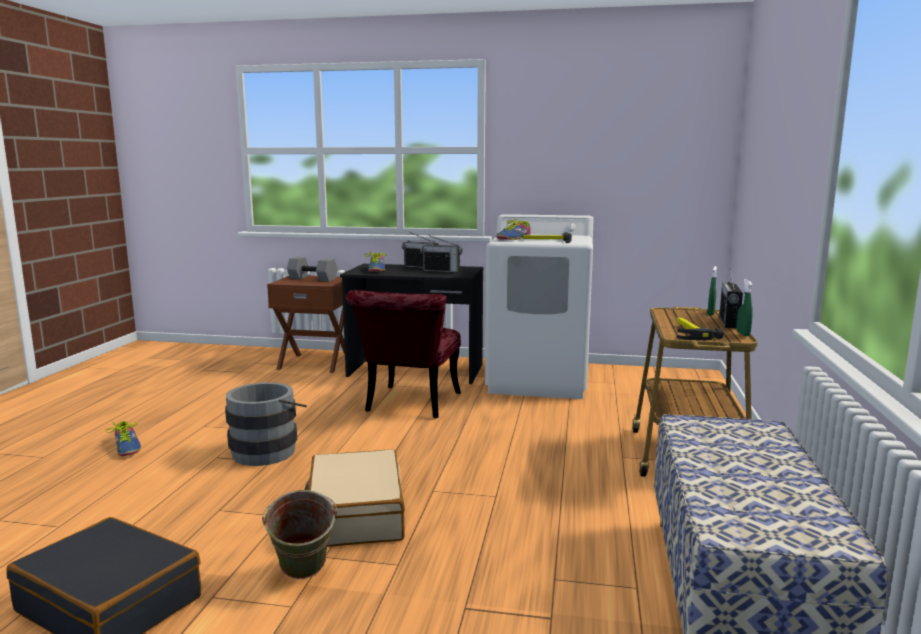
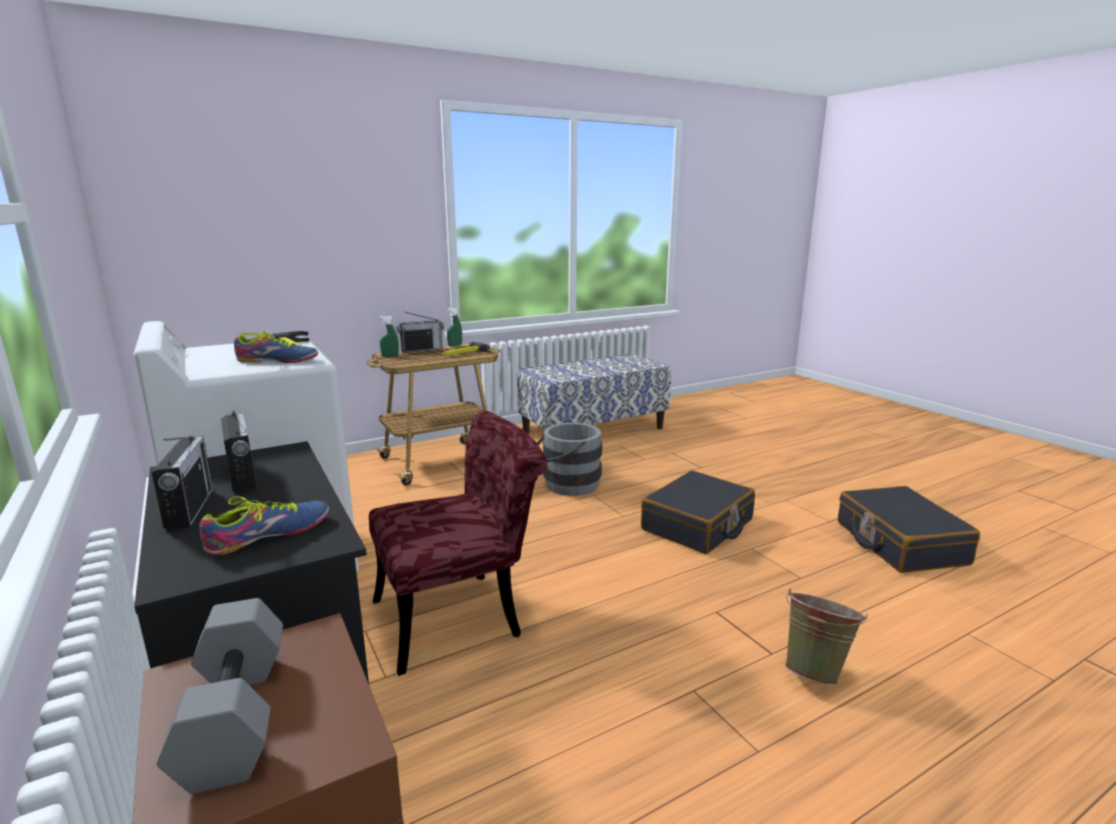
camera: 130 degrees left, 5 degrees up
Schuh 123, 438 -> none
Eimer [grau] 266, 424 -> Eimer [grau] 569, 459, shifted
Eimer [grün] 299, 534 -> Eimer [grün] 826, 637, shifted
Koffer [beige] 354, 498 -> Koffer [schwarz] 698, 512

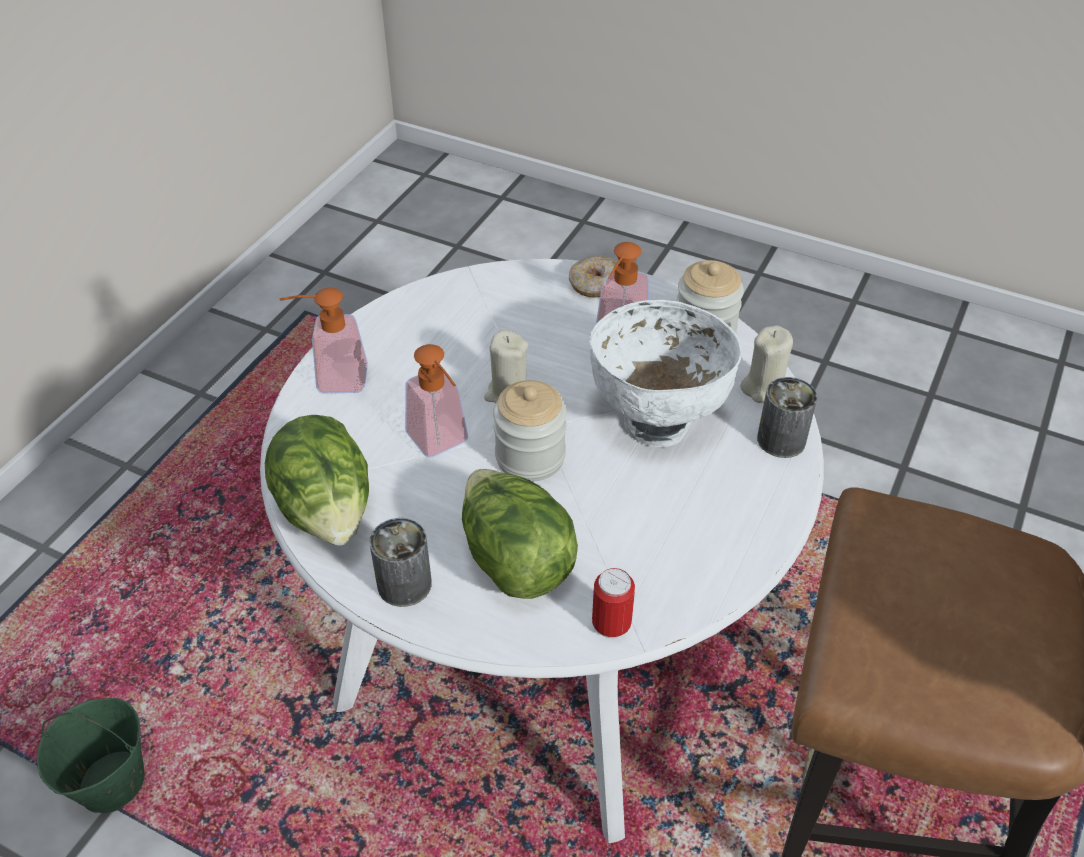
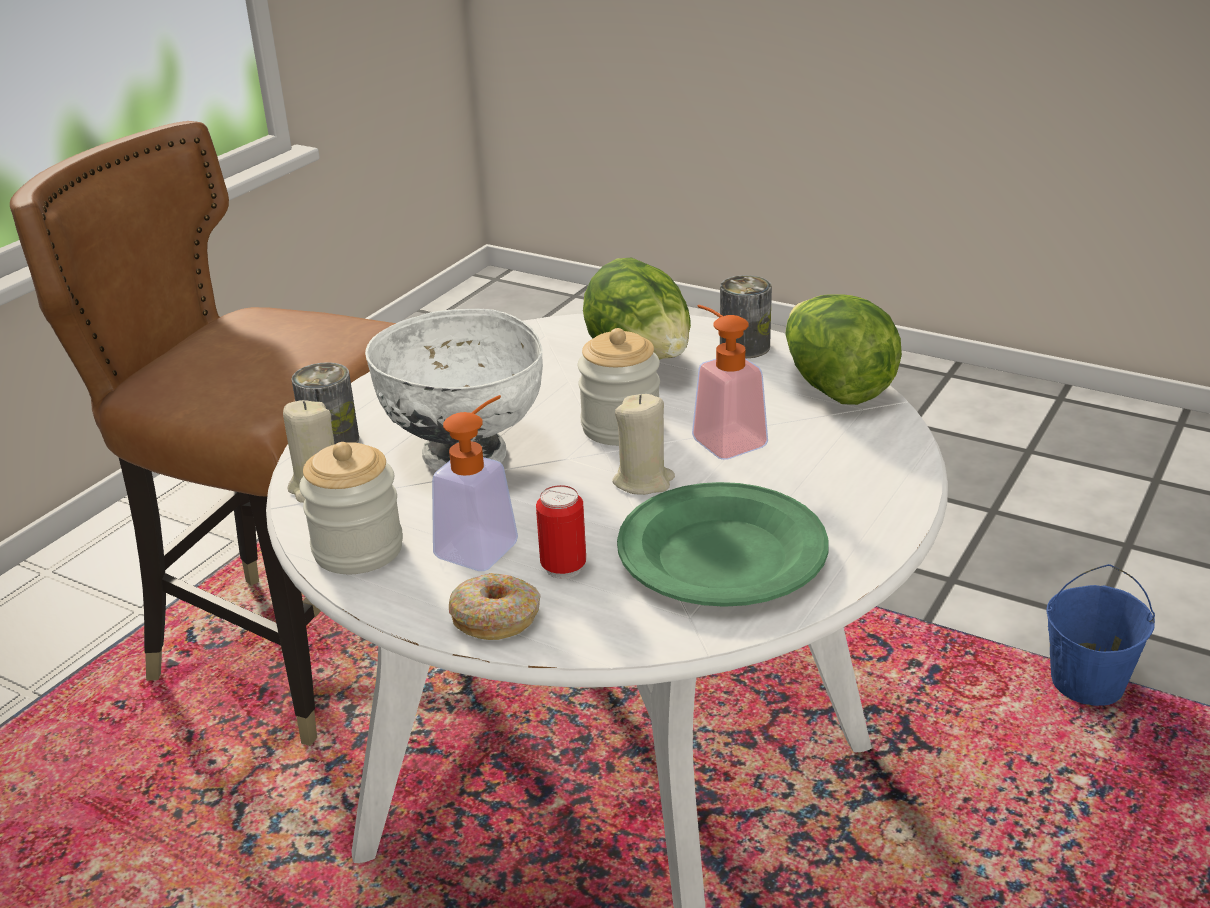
camera: 175 degrees left, 15 degrees down
Seifenspender 323, 340 -> none
none -> Teller [grün] 723, 544
Dose 613, 603 -> Dose 561, 532, shifted
Eimer [grün] 90, 755 -> Eimer [blau] 1101, 635

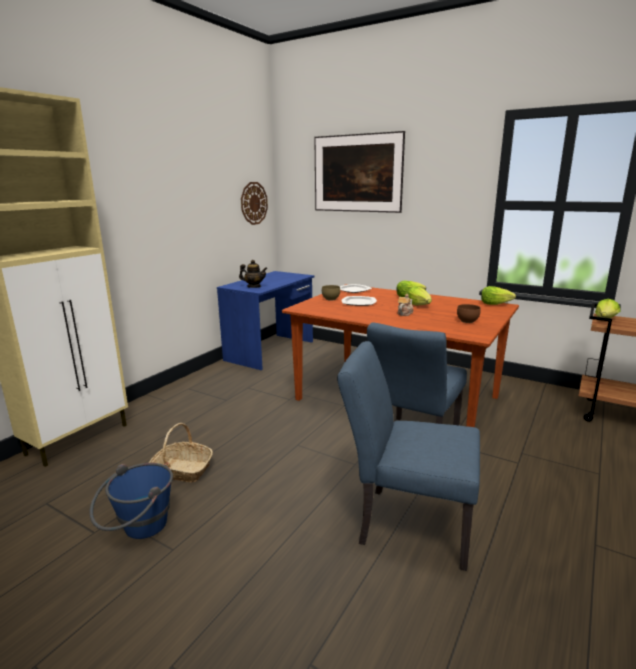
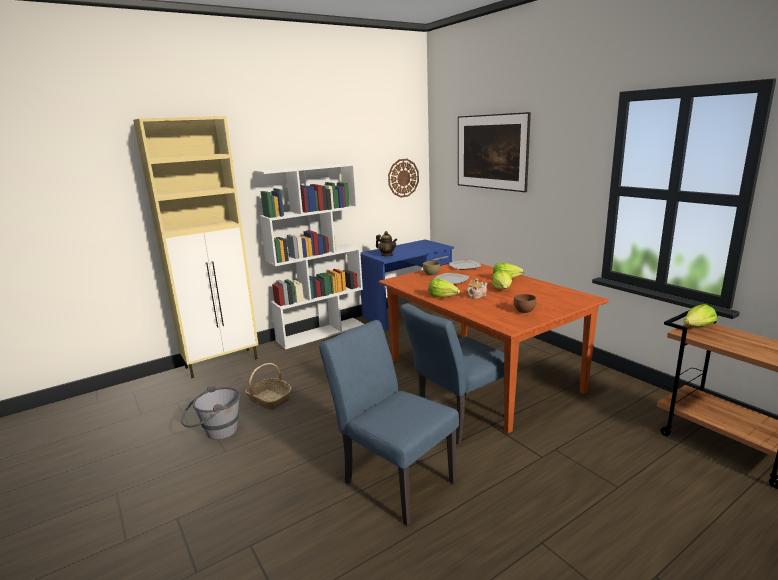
camera: 25 degrees right, 0 degrees up
none -> Bücherregal [weiß] 309, 256
Salatkopf 498, 295 -> Salatkopf 444, 288, shifted
Eimer [blau] 131, 501 -> Eimer [grau] 210, 412

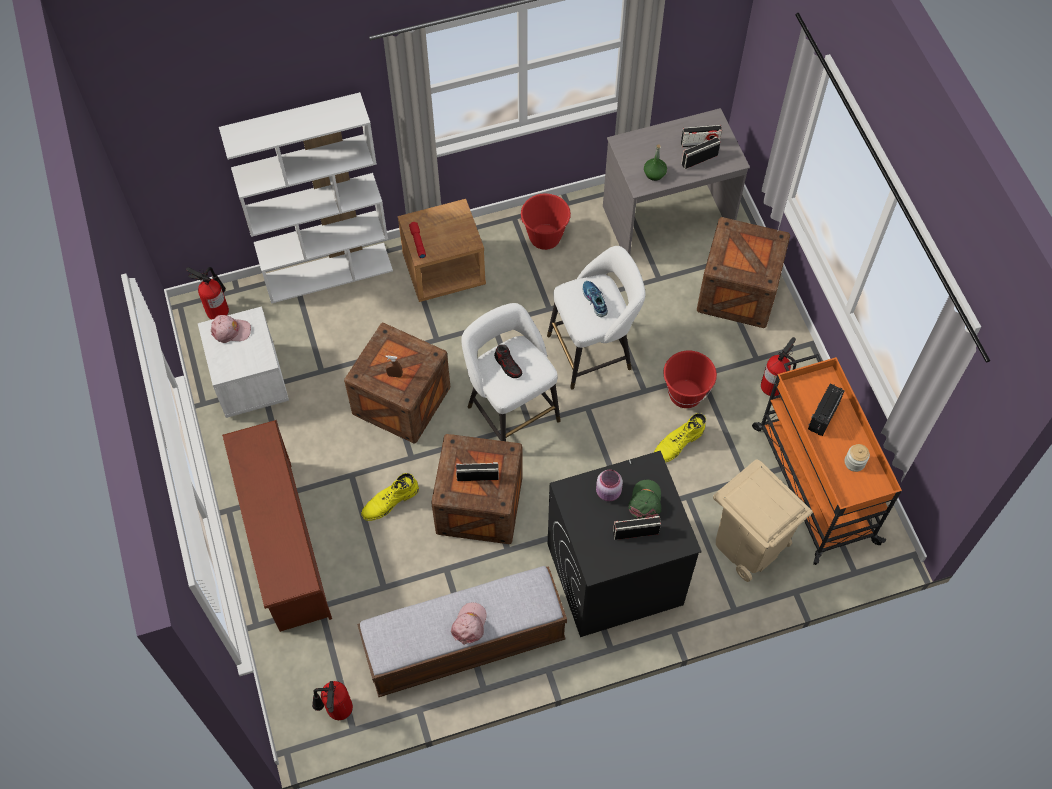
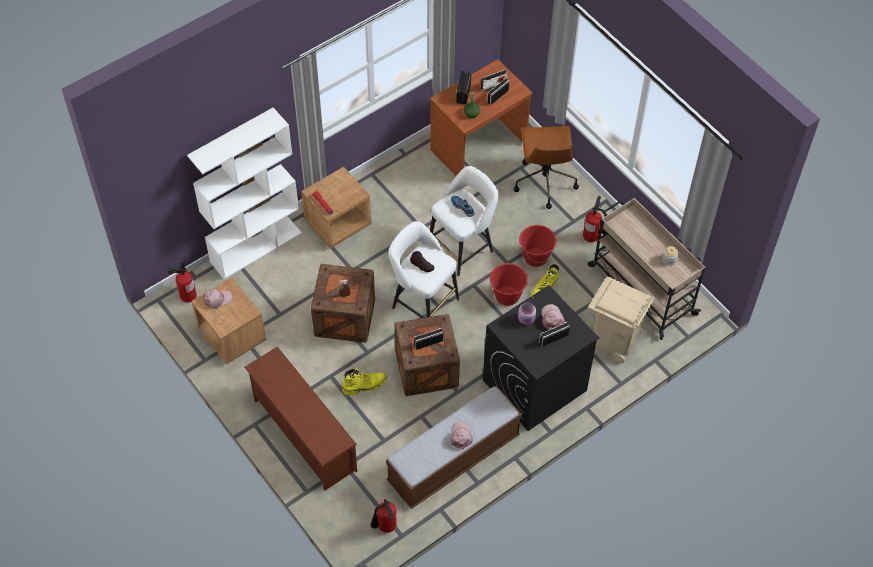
camera: 20 degrees left, 5 degrees down
Eimer [rot] 545, 221 -> Eimer [rot] 508, 284, shifted
Radio 826, 409 -> Radio 463, 88, shifted
Kiste 743, 272 -> Bürostuhl [braun] 546, 167
Nachttisch [weiß] 243, 362 -> Nachttisch [braun] 228, 320
Schreibtisch [grau] 676, 181 -> Schreibtisch [braun] 481, 118
Kappe [grün] 644, 499 -> Kappe [rosa] 553, 316
Rollwagen [orange] 827, 459 -> Rollwagen [beige] 647, 269
Stiefel [gelb] 390, 497 -> Stiefel [gelb] 364, 382, 150 degrees counterclockwise

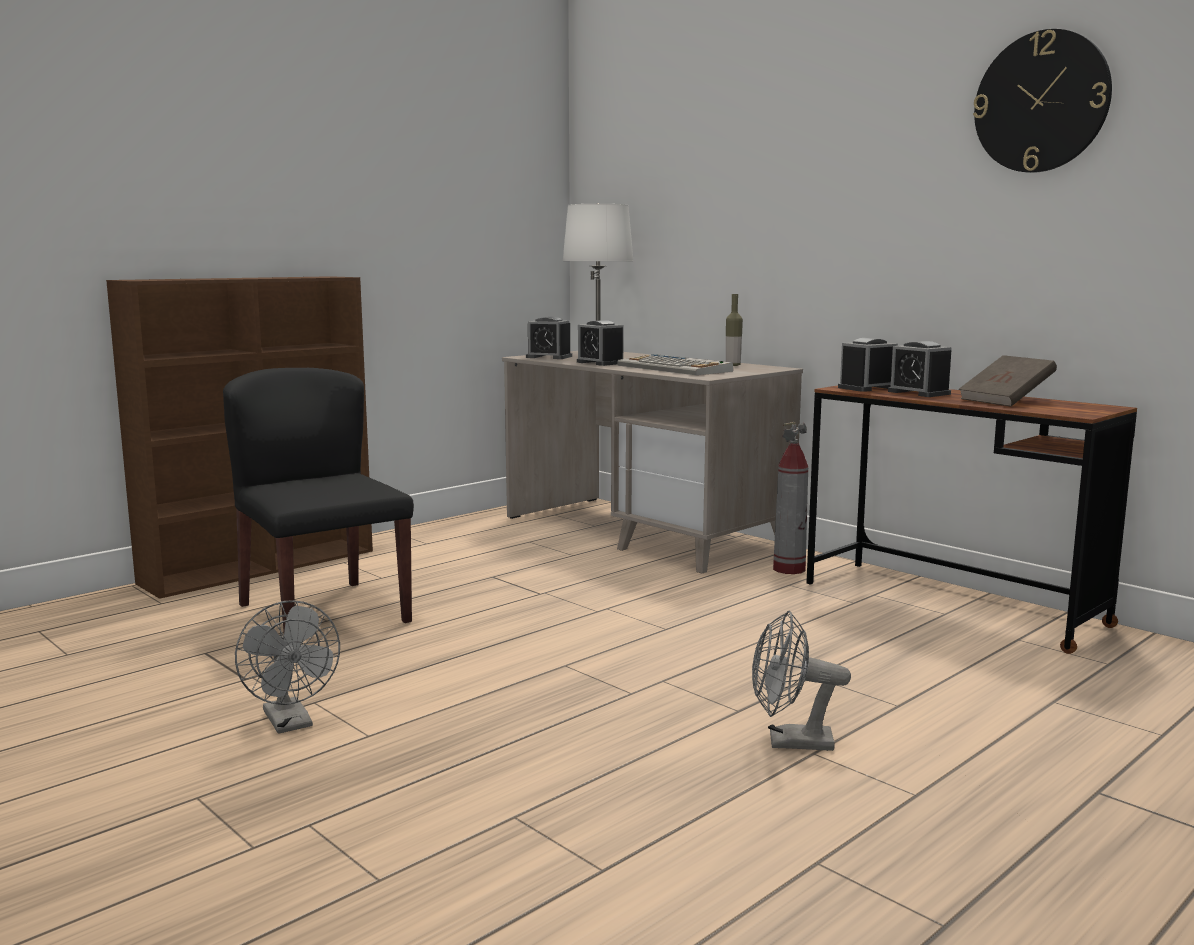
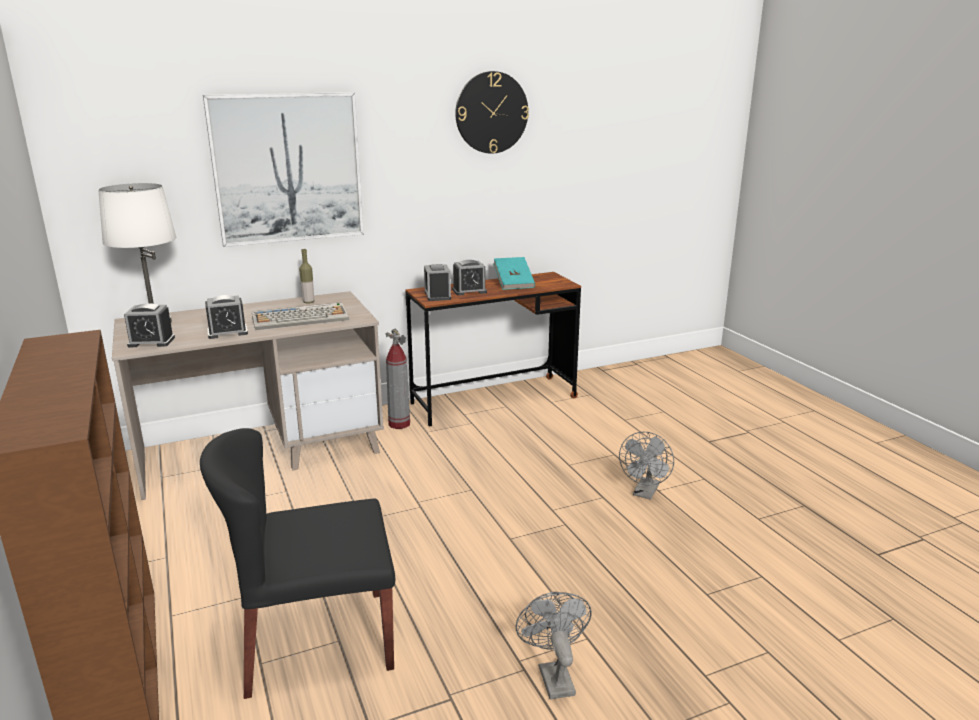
camera: 70 degrees left, 10 degrees up
none -> Bild 283, 169
Buch [braun] 1008, 381 -> Buch [türkis] 514, 273
Ventilator [grau] 287, 667 -> Ventilator [grau] 554, 645, 90 degrees counterclockwise
Wecker 549, 338 -> Wecker 149, 325, 45 degrees clockwise

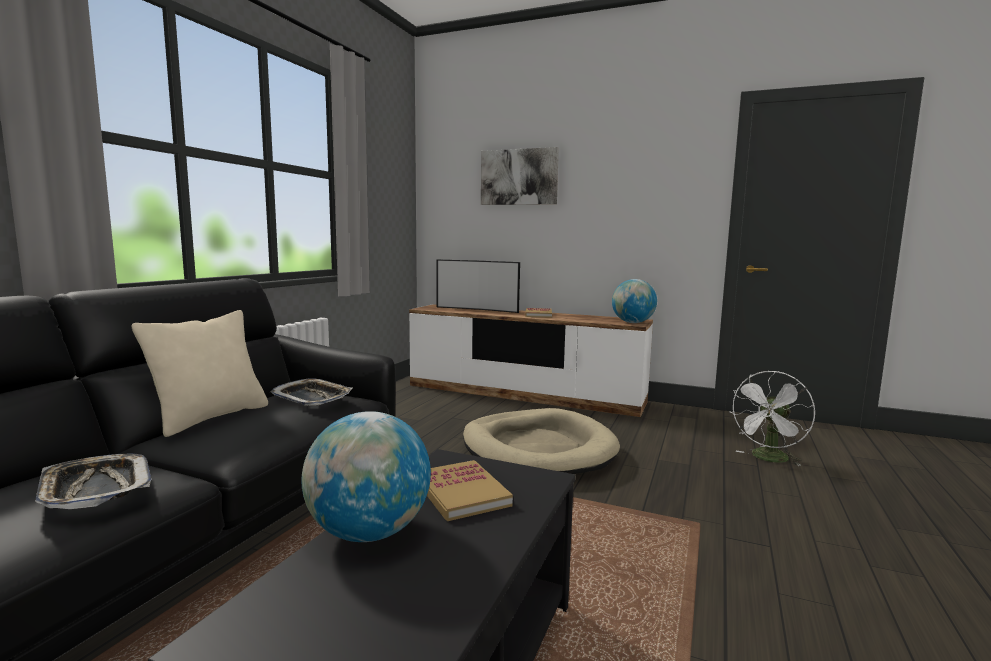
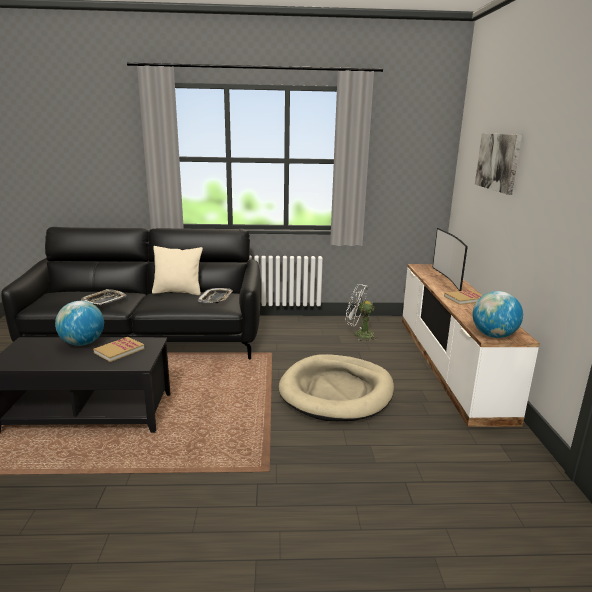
camera: 65 degrees right, 10 degrees up
Ventilator [weiß] 772, 418 -> Ventilator [weiß] 361, 313, shifted

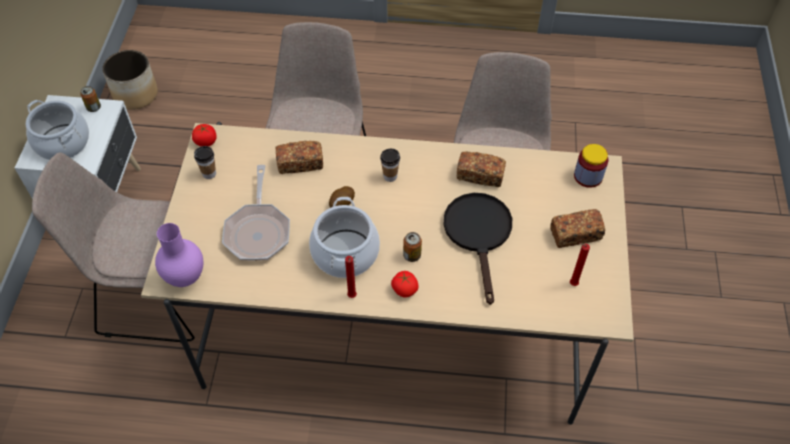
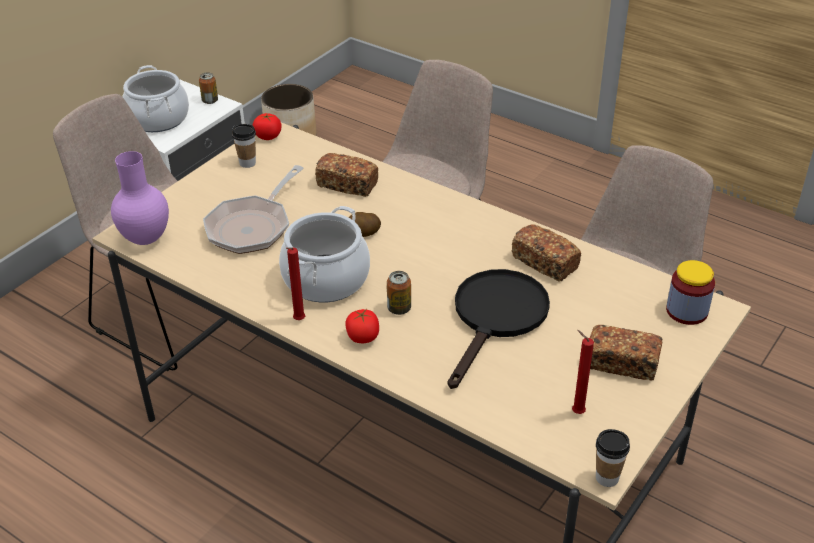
camera: 30 degrees right, 15 degrees down
Tasse 390, 165 -> Tasse 613, 458, shifted

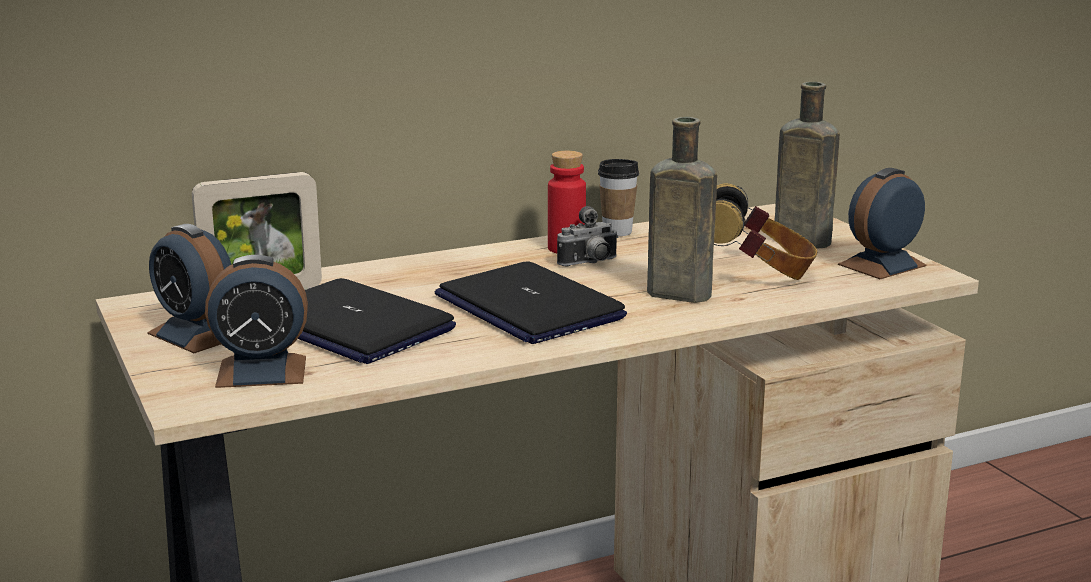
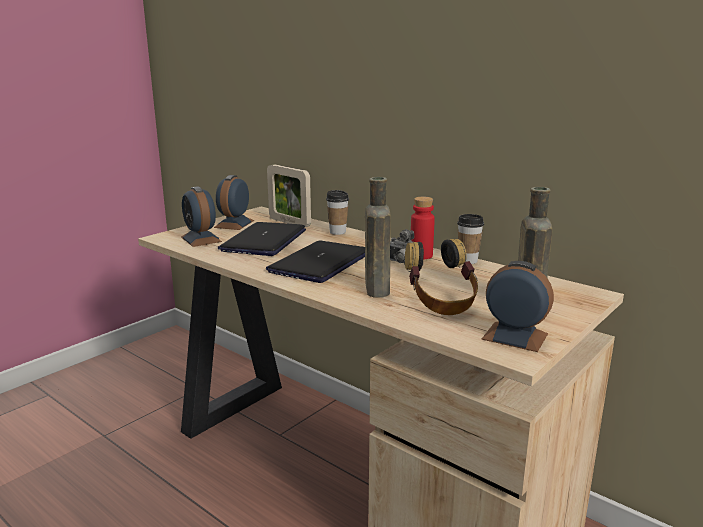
camera: 65 degrees right, 0 degrees up
none -> Tasse 337, 212

